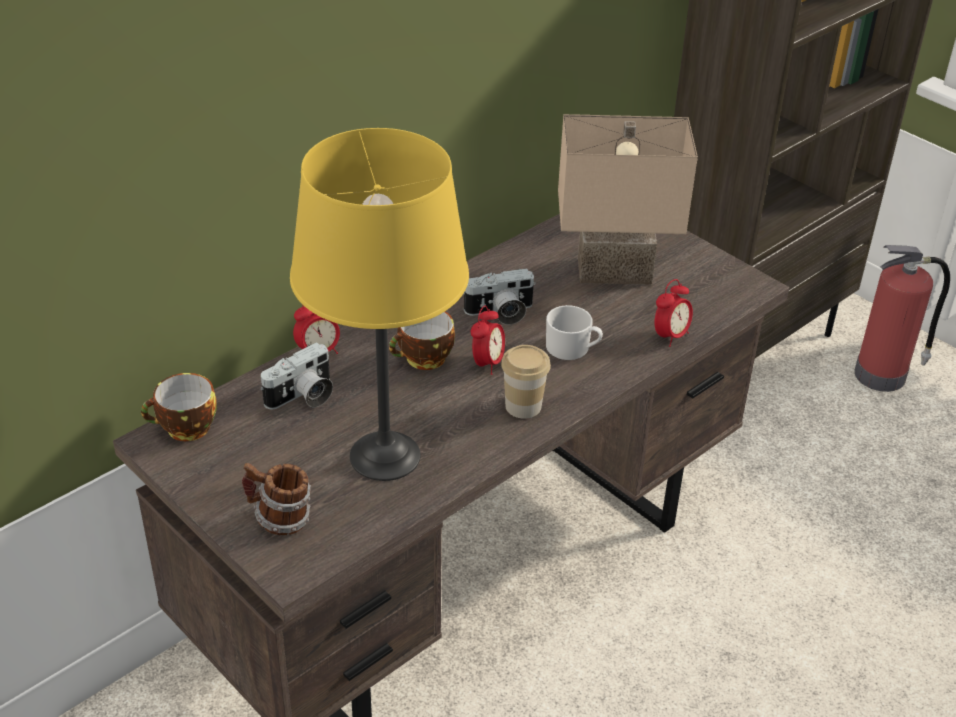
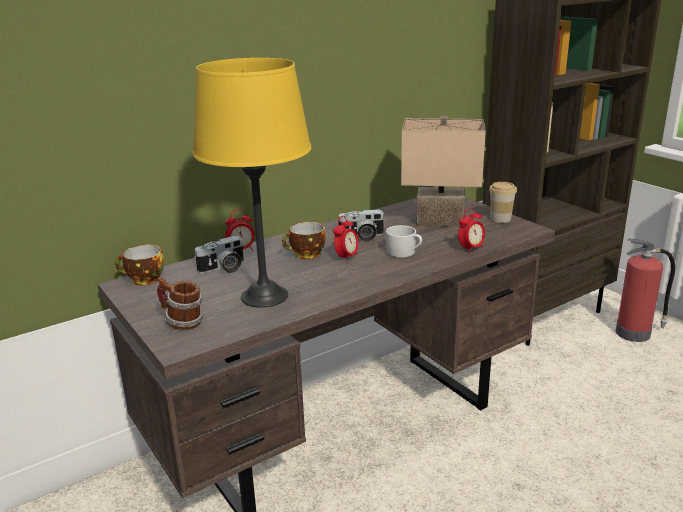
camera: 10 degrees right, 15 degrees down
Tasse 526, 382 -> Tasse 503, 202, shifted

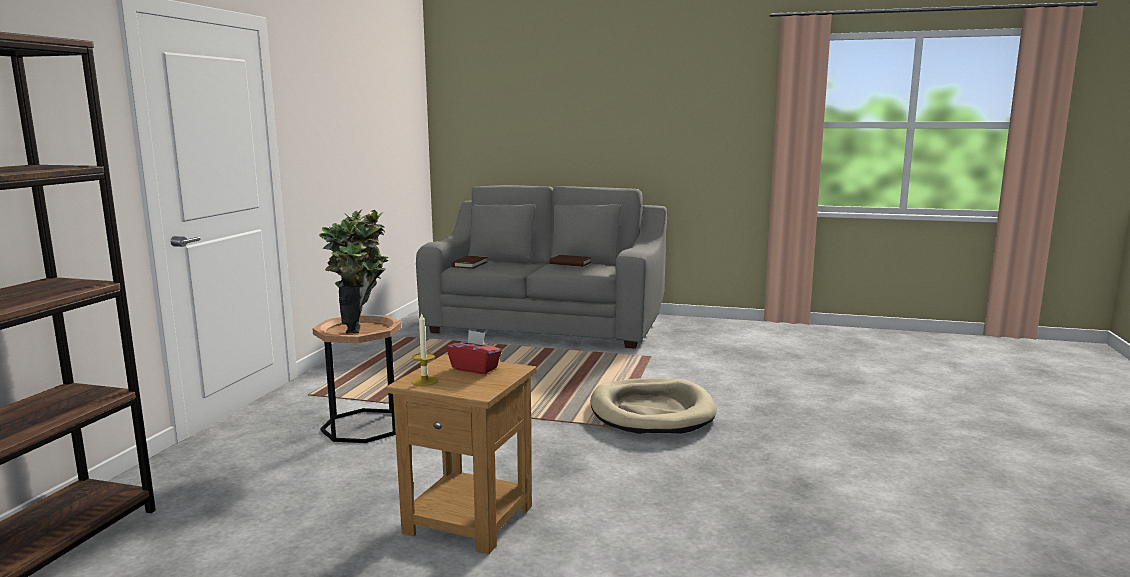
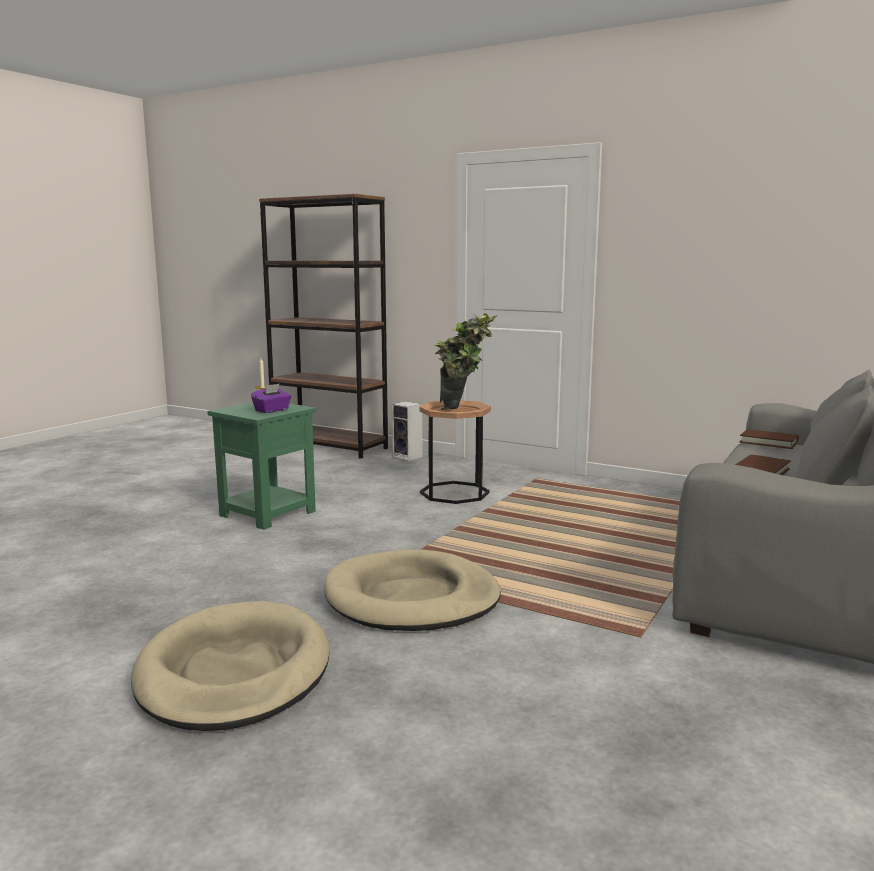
camera: 105 degrees right, 0 degrees up
none -> Hundebett [beige] 230, 666
none -> Lautsprecher 407, 431
Beistelltisch [braun] 461, 454 -> Beistelltisch [grün] 262, 466
Taschentuchbox [rot] 474, 352 -> Taschentuchbox [lila] 271, 398

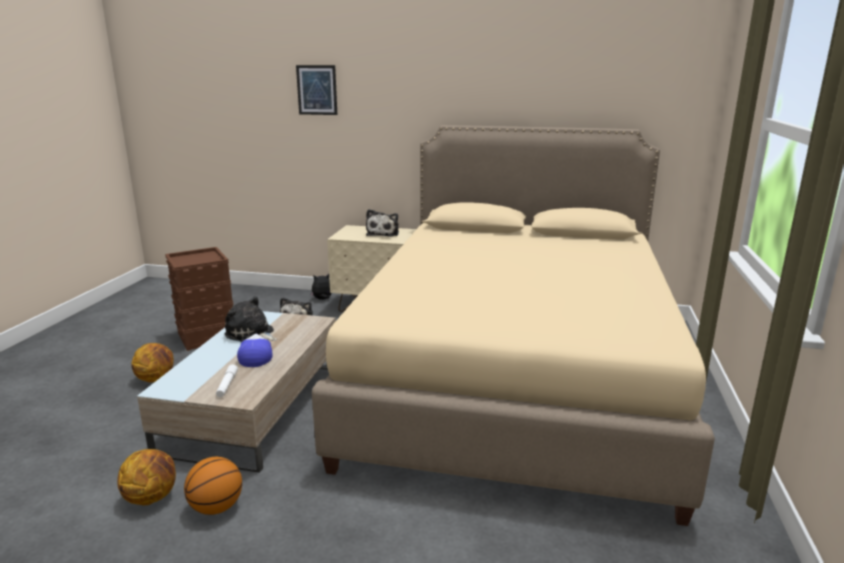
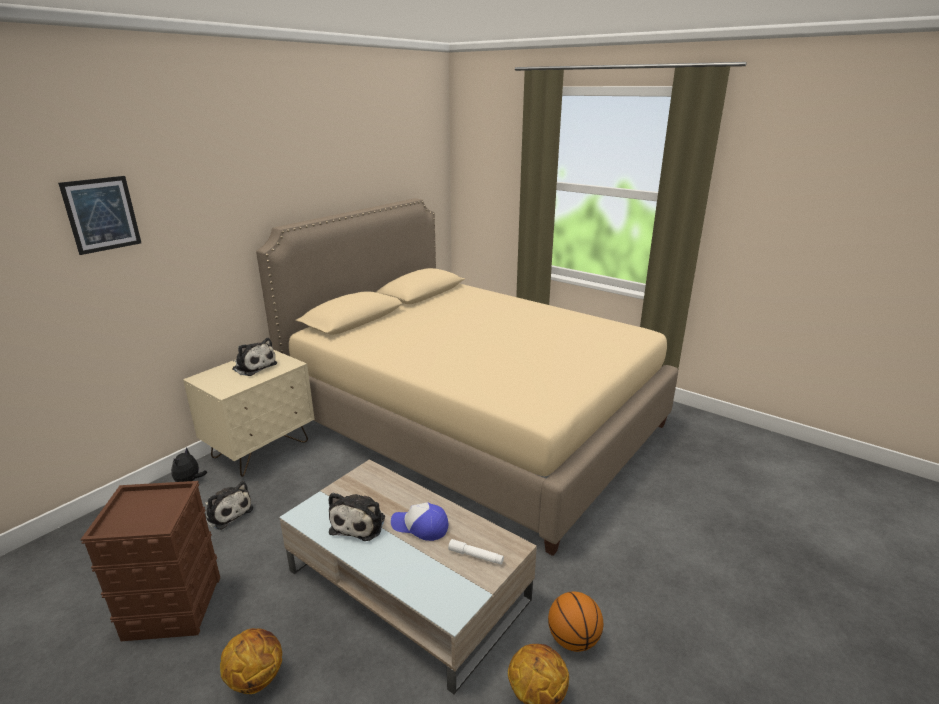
camera: 65 degrees left, 5 degrees up
Plüschtier 250, 319 -> Plüschtier 357, 517, 45 degrees counterclockwise

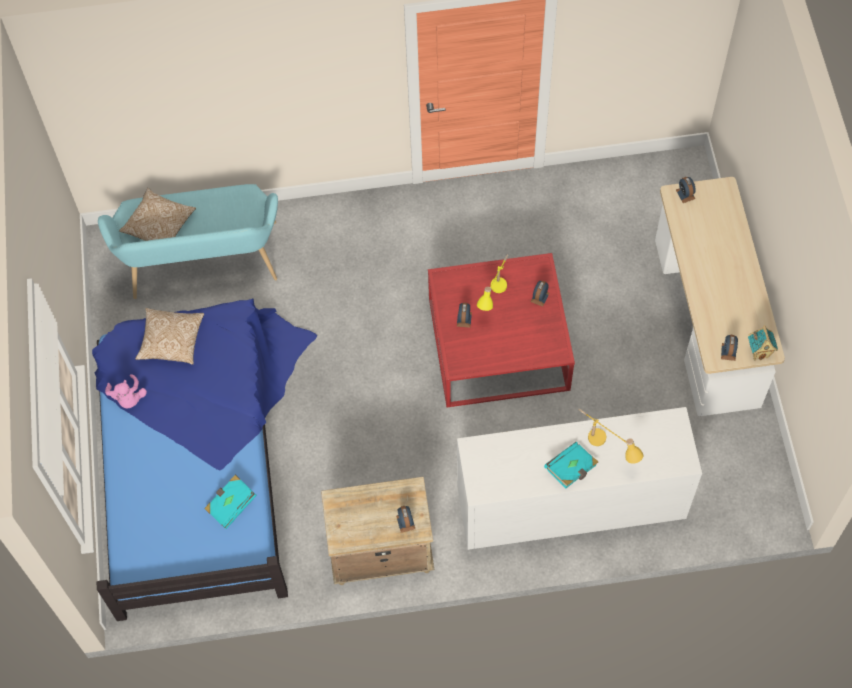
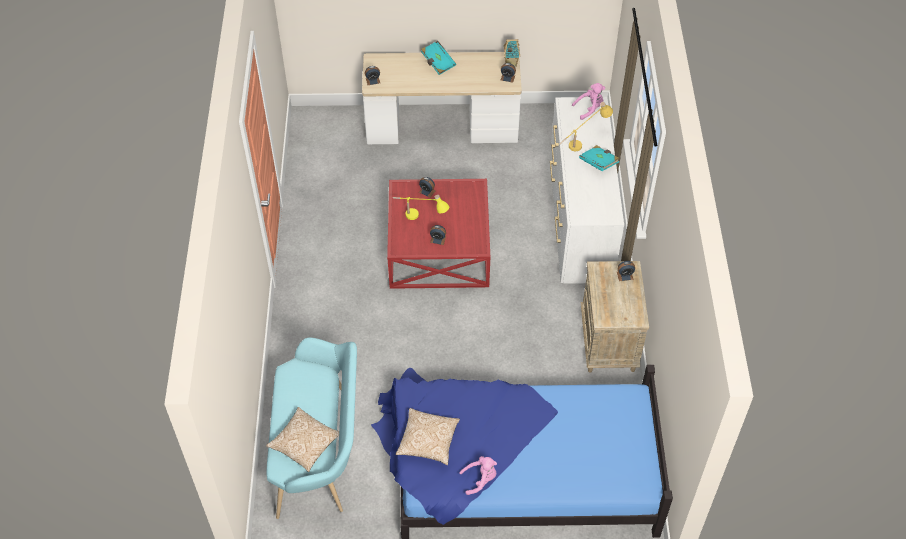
camera: 85 degrees left, 10 degrees down
none -> Plüschtier [rosa] 588, 101
Buch [türkis] 230, 502 -> Buch [türkis] 438, 58, shifted

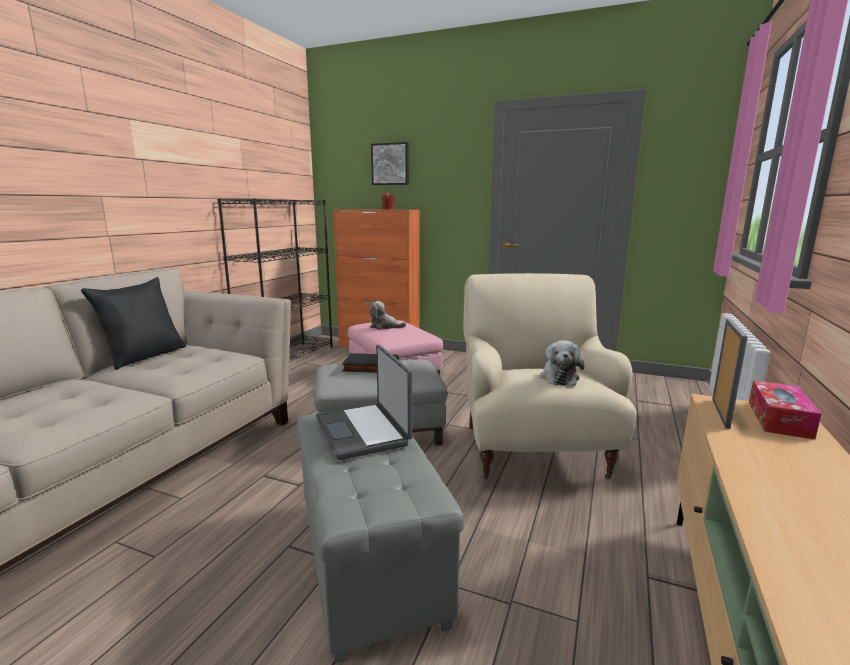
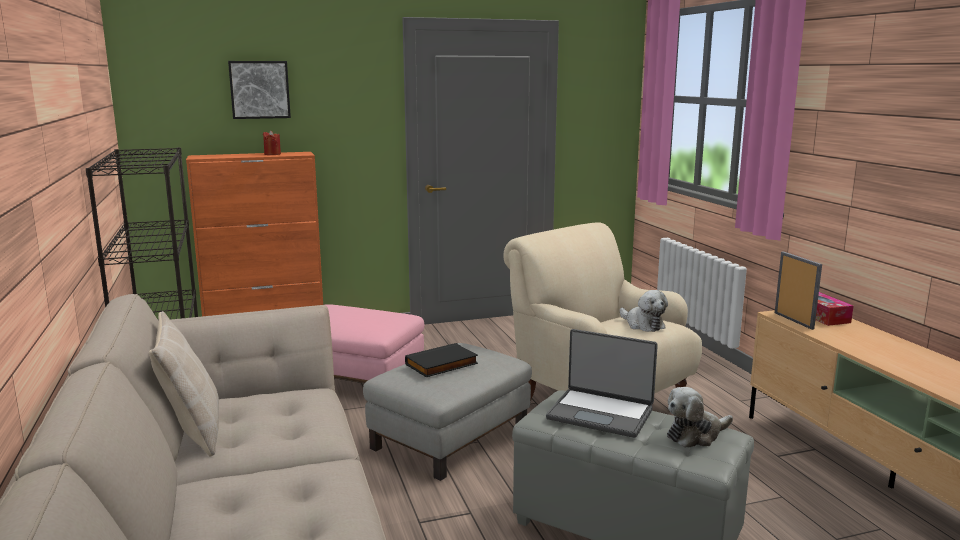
camera: 40 degrees left, 0 degrees up
Plüschtier 387, 315 -> Plüschtier 700, 417, shifted
Kissen [schwarz] 133, 323 -> Kissen [beige] 184, 384

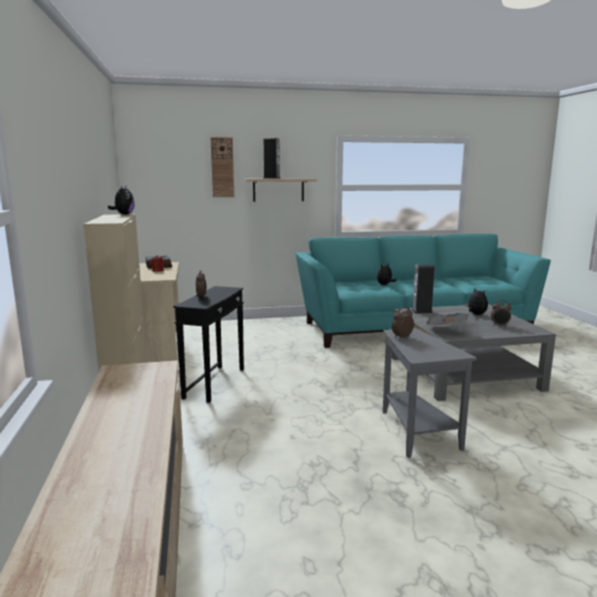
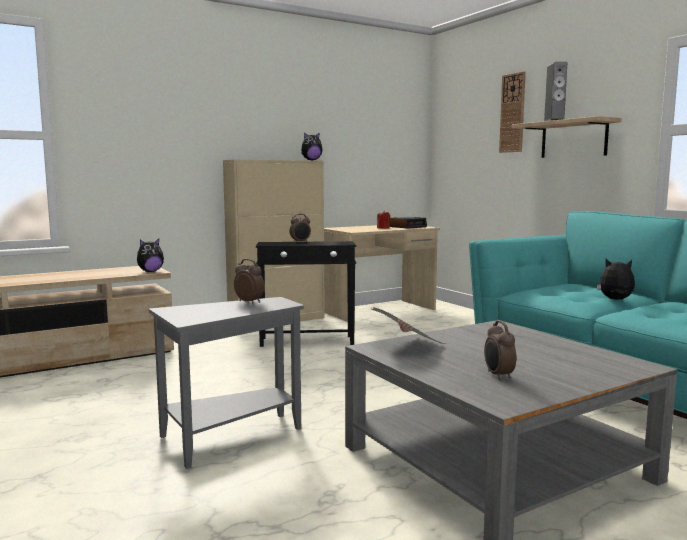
camera: 70 degrees right, 5 degrees down
Lautsprecher 423, 289 -> none
Plüschtier 476, 301 -> Plüschtier 150, 255, shifted

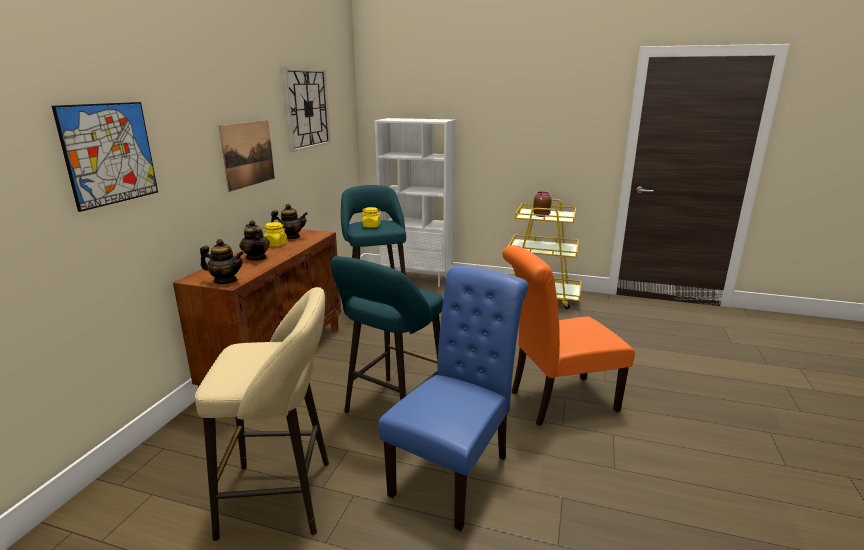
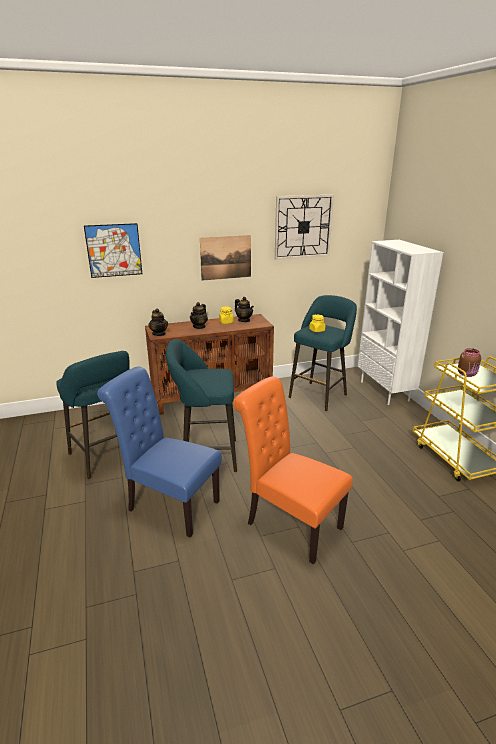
camera: 55 degrees right, 5 degrees up
Hocker [beige] 262, 414 -> Hocker [türkis] 93, 415
Stuhl [blau] 453, 398 -> Stuhl [blau] 159, 452, 150 degrees counterclockwise

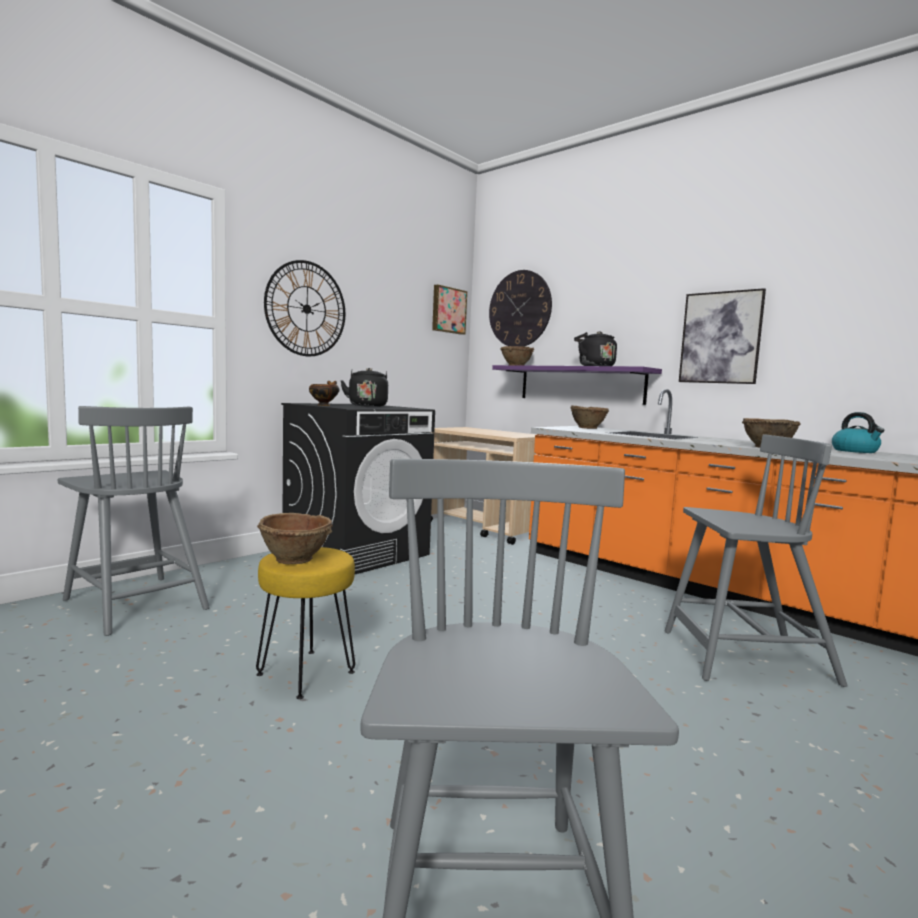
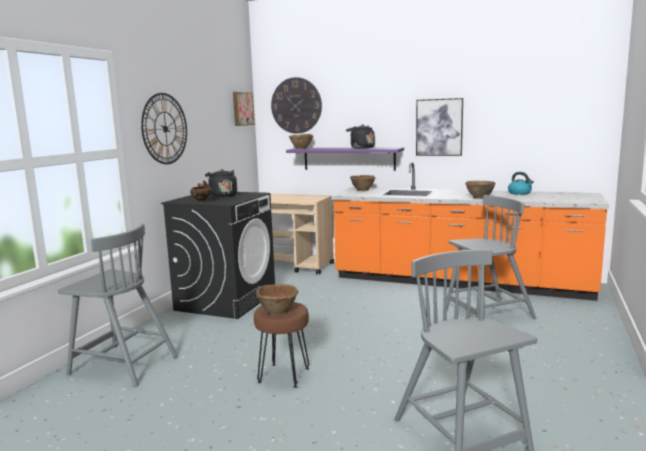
camera: 20 degrees left, 5 degrees up
Hocker [gelb] 305, 623 -> Hocker [braun] 281, 345

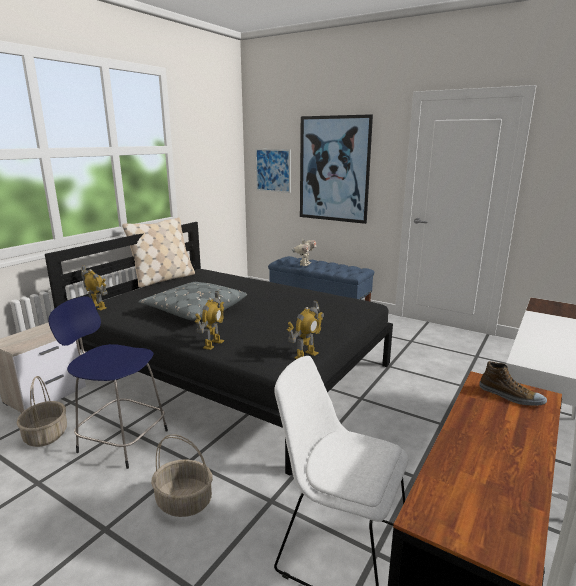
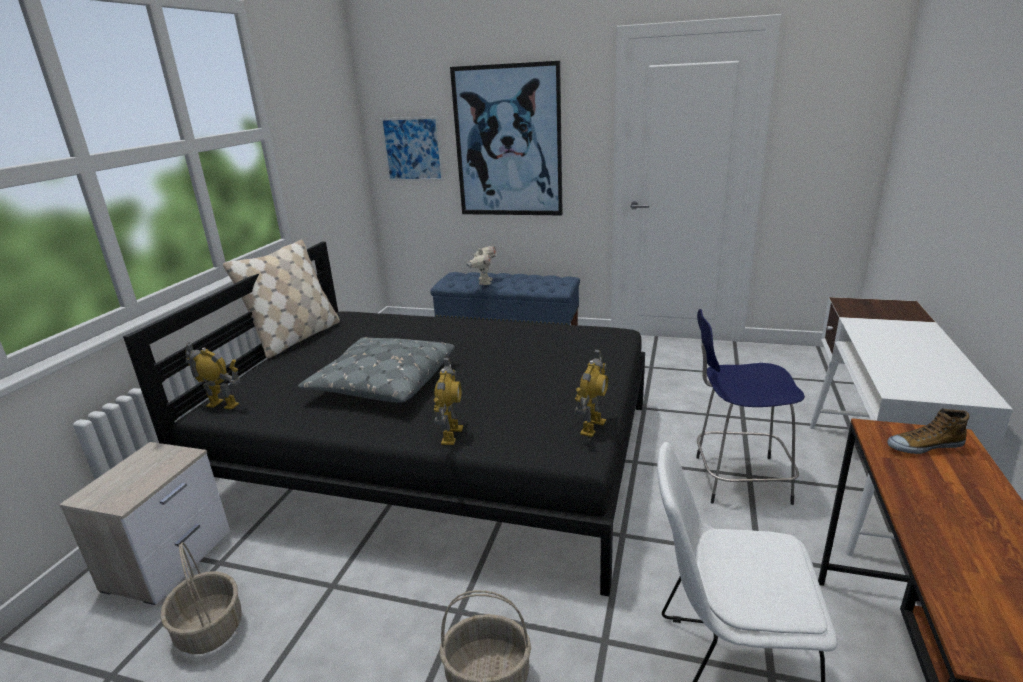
camera: 15 degrees left, 5 degrees up
Hocker [blau] 108, 382 -> Hocker [blau] 750, 407, shifted
Schuh 513, 383 -> Schuh 928, 431, 150 degrees clockwise

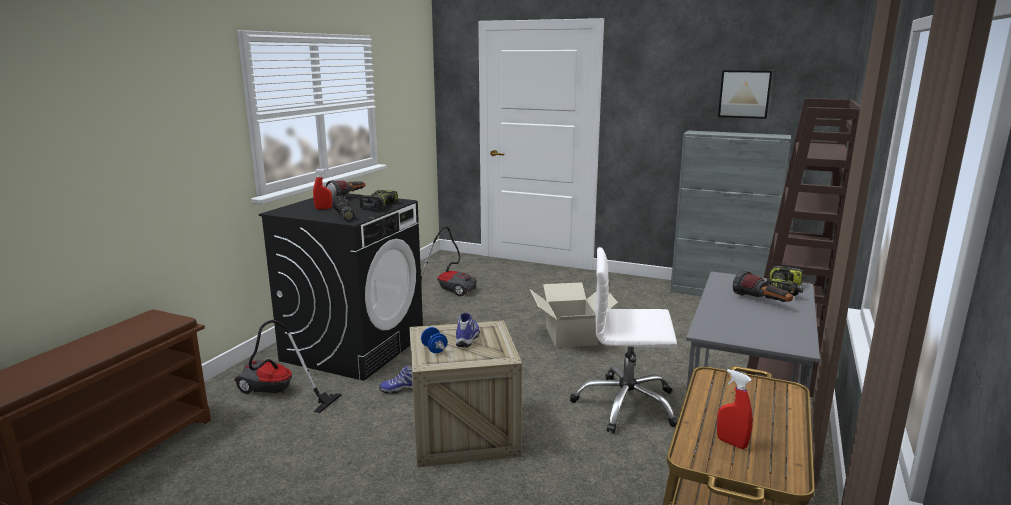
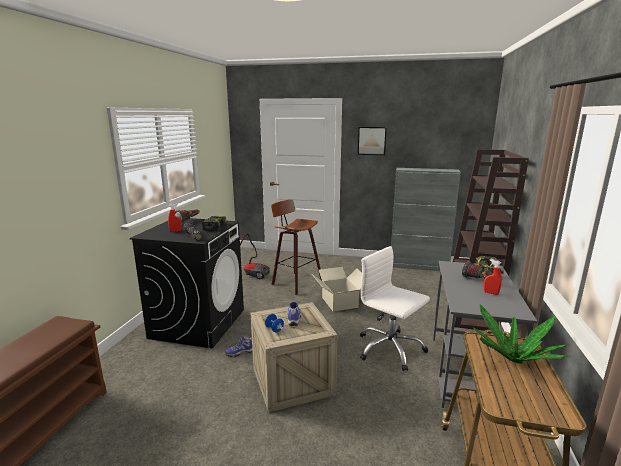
camera: 10 degrees left, 0 degrees up
Staubsauger 288, 366 -> none
none -> Hocker 296, 247
none -> Topfpflanze 522, 333
Sprühflasche [rot] 735, 409 -> Sprühflasche [rot] 493, 277, shifted
Bild 745, 94 -> Bild 372, 141, shifted
Bürostuhl [weiß] 624, 340 -> Bürostuhl [weiß] 395, 308, 45 degrees clockwise

